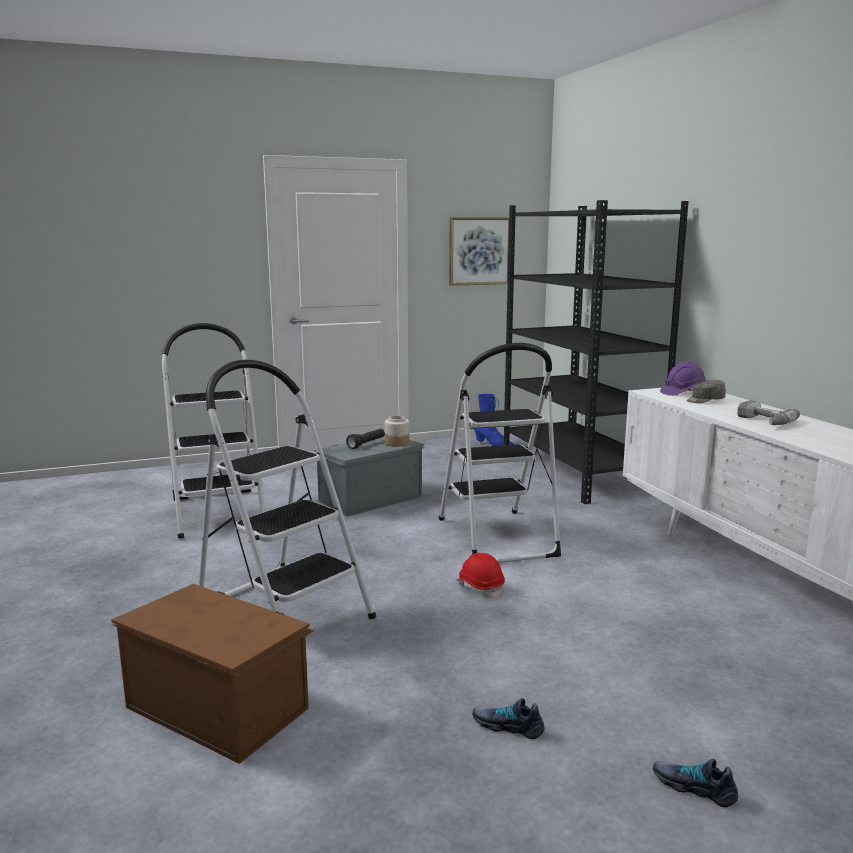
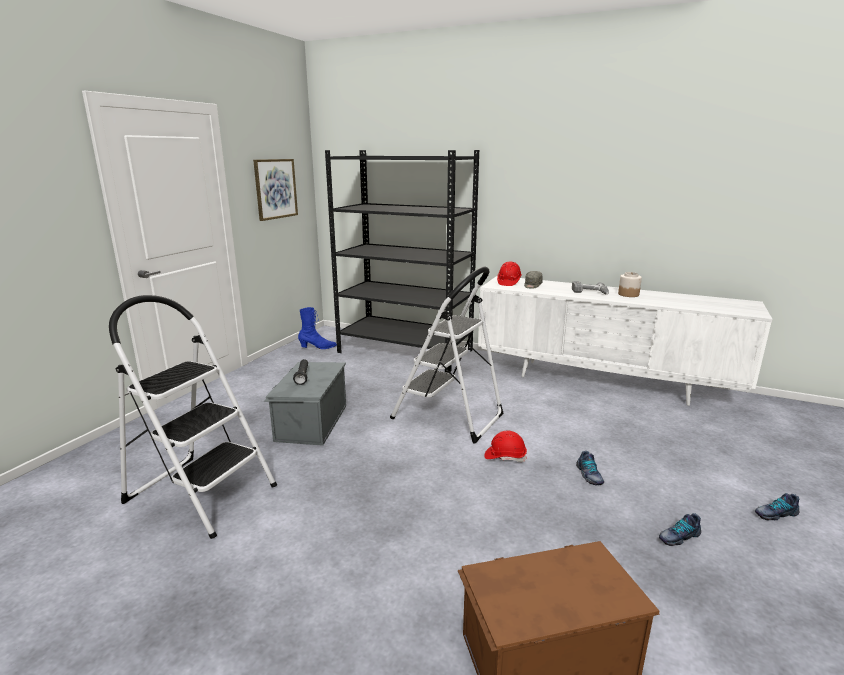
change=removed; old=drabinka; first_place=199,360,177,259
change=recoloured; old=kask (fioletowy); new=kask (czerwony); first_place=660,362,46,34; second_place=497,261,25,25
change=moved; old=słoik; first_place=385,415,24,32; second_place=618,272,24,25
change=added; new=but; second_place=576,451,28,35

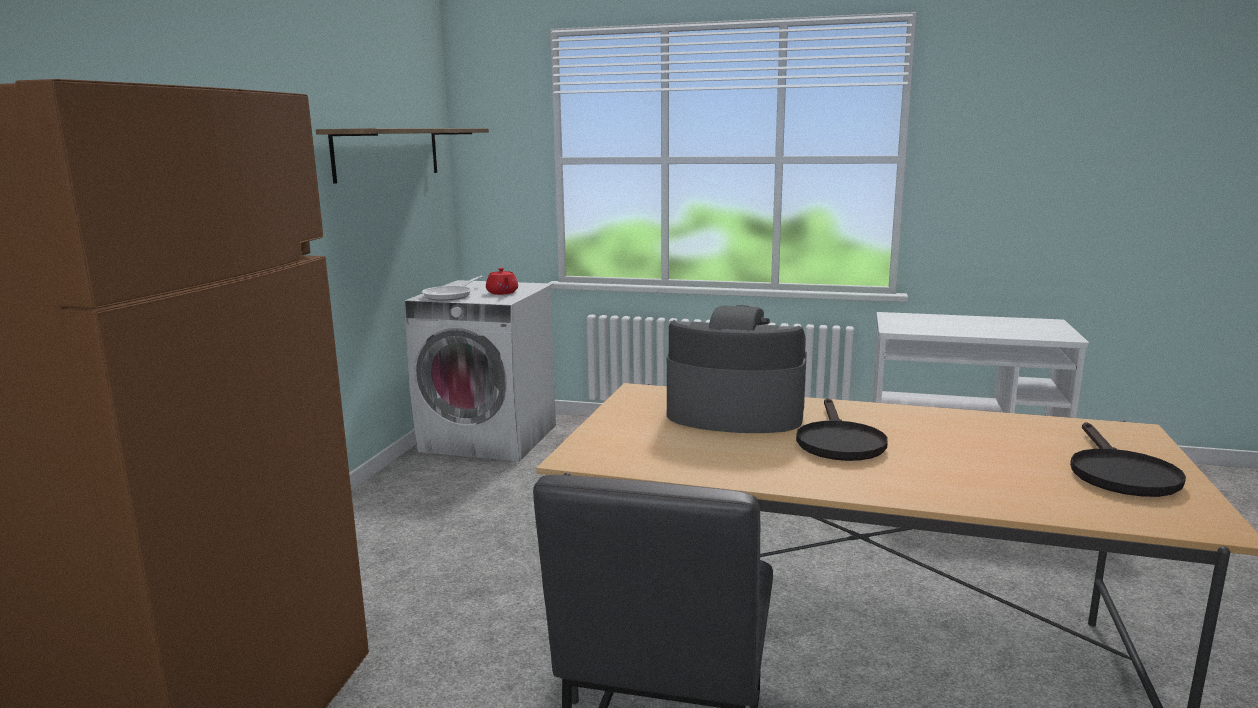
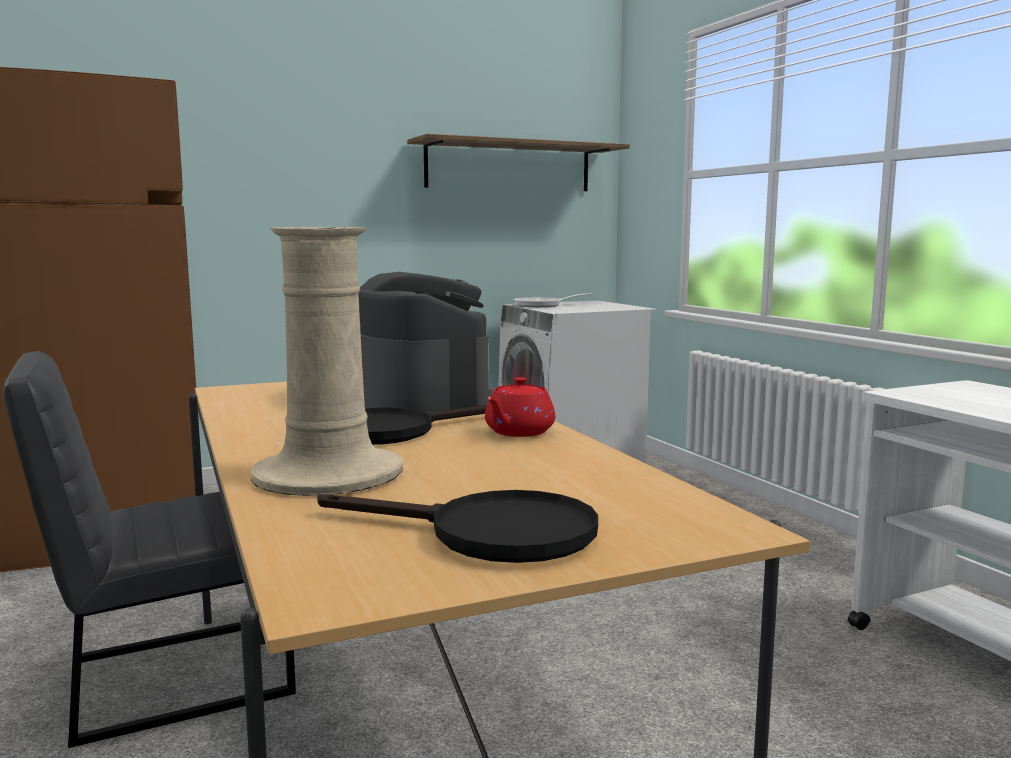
change=moved; old=imbryk (czerwony); first_place=486,268,32,27; second_place=485,377,70,60
change=turned; old=patelnia (czarny); first_place=1070,422,116,75; second_place=317,490,281,73; degrees=-135
change=added; new=wazon (beżowy); second_place=251,227,152,269

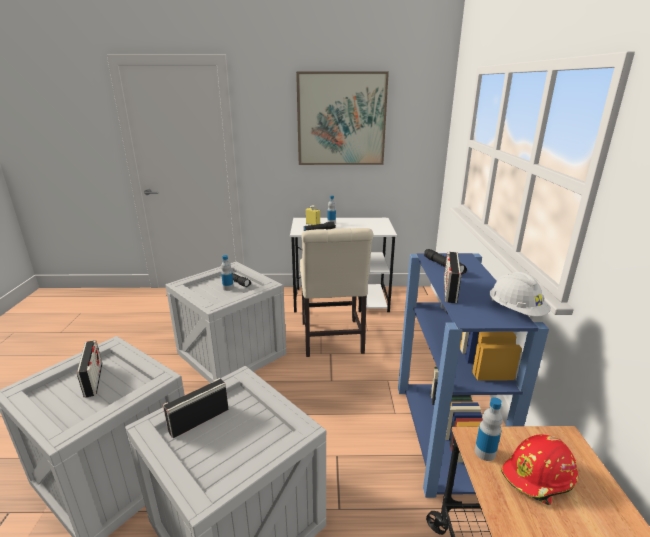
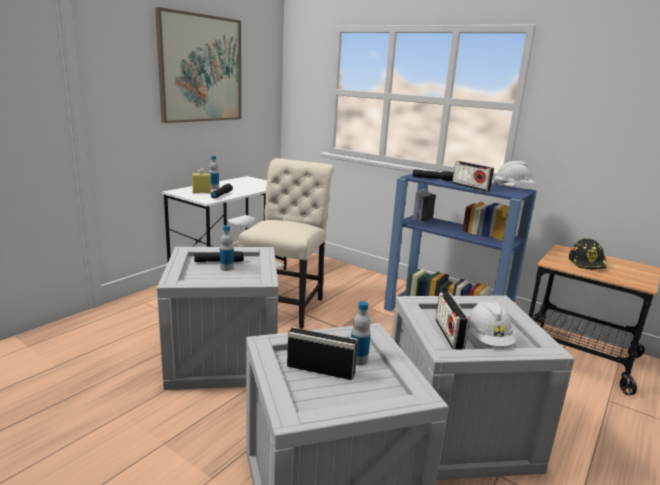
change=turned; old=krzesło (beżowy); first_place=300,228,73,129; second_place=239,158,95,171; degrees=-105
change=moved; old=butelka; first_place=475,397,28,64; second_place=351,301,20,64
change=recoloured; old=kask (czerwony); new=kask (czarny); first_place=501,434,77,71; second_place=569,238,38,31
change=added; new=kask (biały); second_place=467,302,48,45

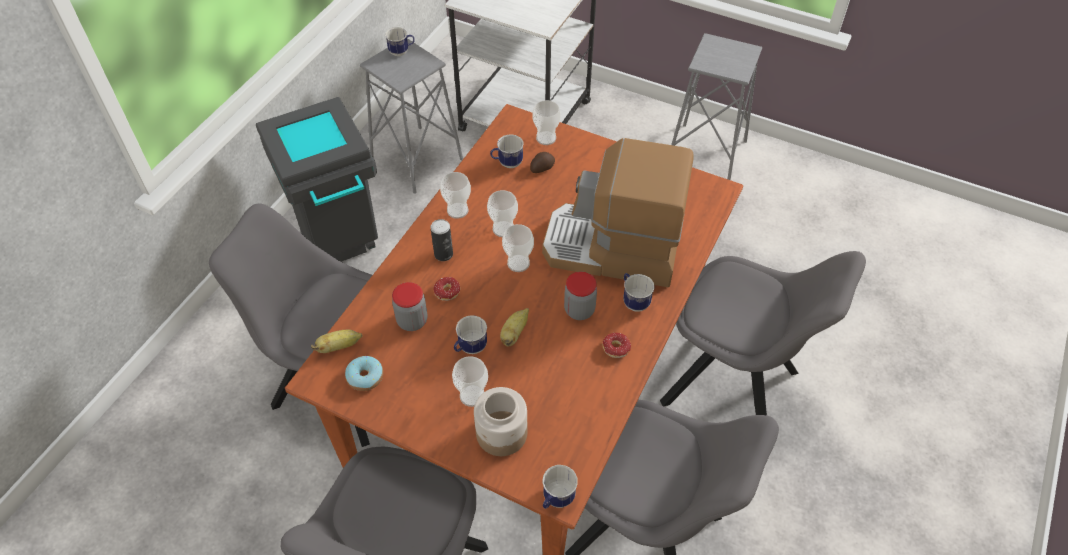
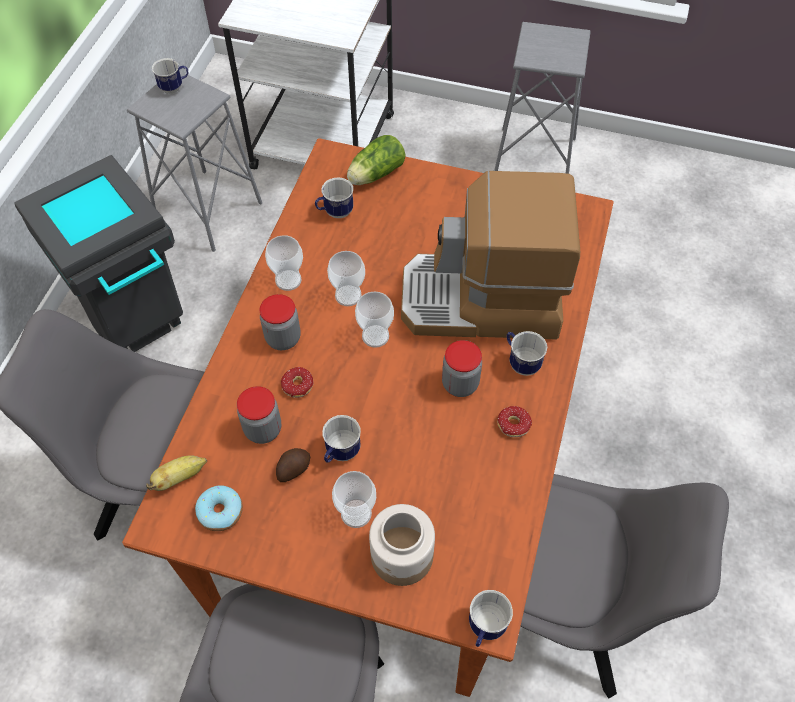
change=replaced; old=filiżanka; new=sałata; first_place=532,100,29,45; second_place=347,135,59,50
change=moved; old=ziemniak; first_place=530,152,25,21; second_place=276,448,34,34
change=replaced; old=puszka; new=słoik; first_place=431,219,22,42; second_place=260,294,41,56
change=removed; old=krzesło (szary); first_place=660,251,206,164
change=removed; old=banan; first_place=500,308,29,39

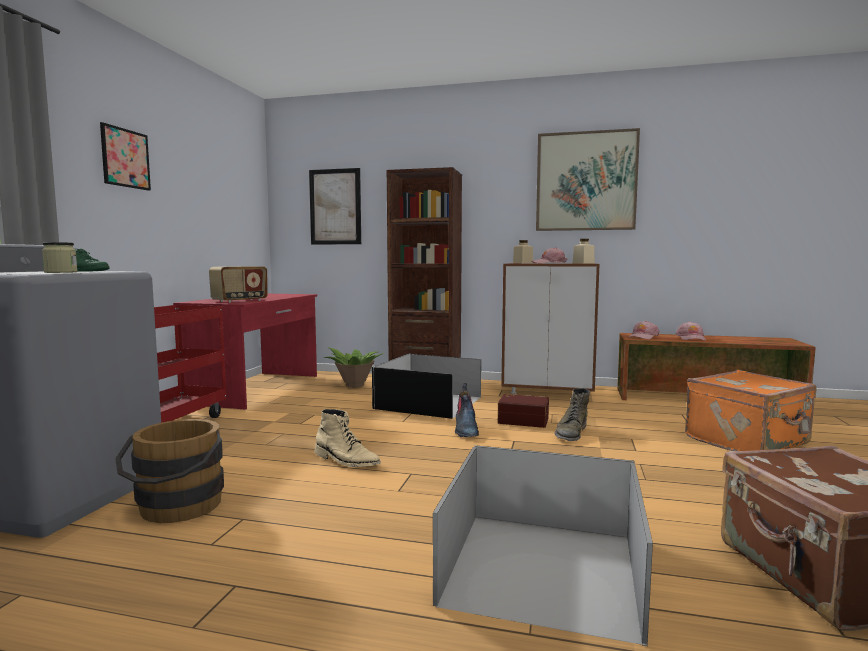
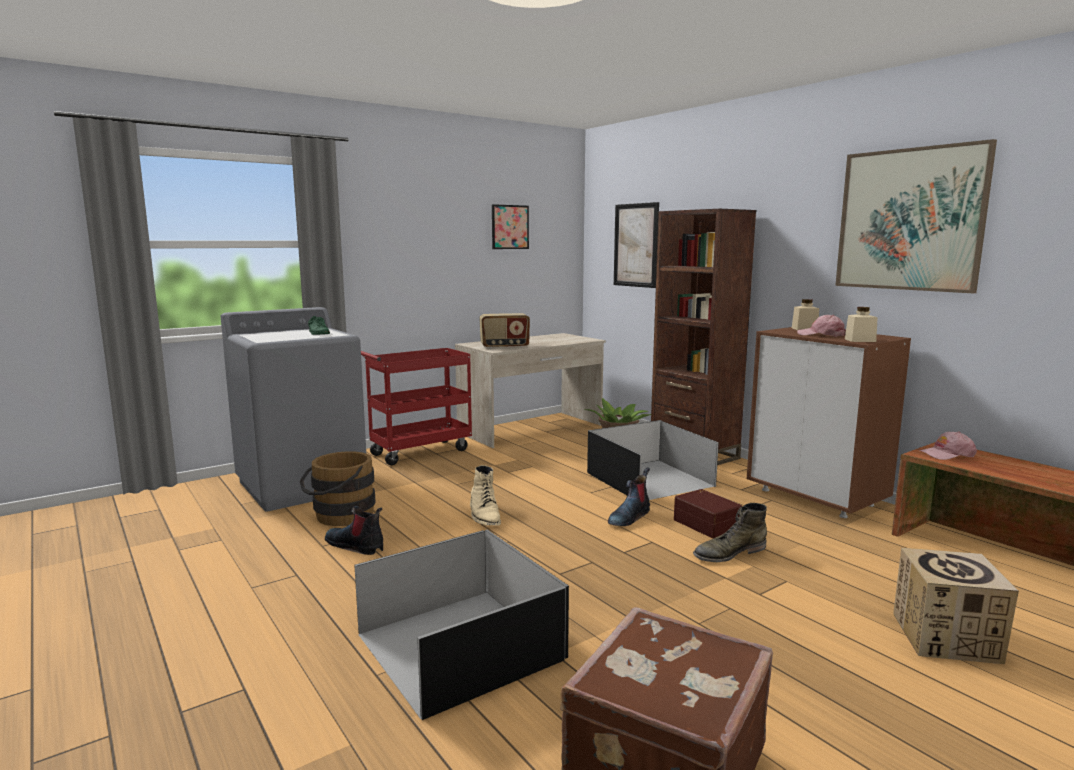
change=moved; old=obraz; first_place=100,122,51,69; second_place=492,204,37,45
change=removed; old=słoik; first_place=42,242,36,31
change=recoloured; old=biurko (czerwony); new=biurko (beżowy); first_place=173,294,144,116; second_place=455,333,151,115
change=removed; old=czapka z daszkiem (różowy); first_place=676,322,30,19
change=replaced; old=walizka (pomarańczowy); new=karton; first_place=685,370,131,81; second_place=893,548,126,116
change=added; new=but z cholewką; second_place=325,506,58,49

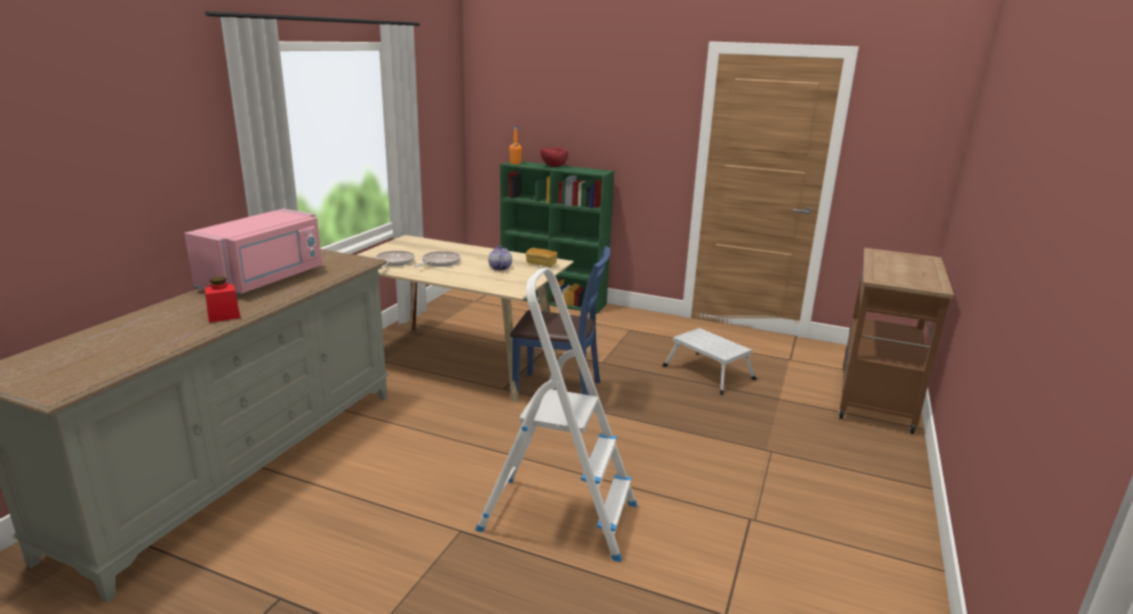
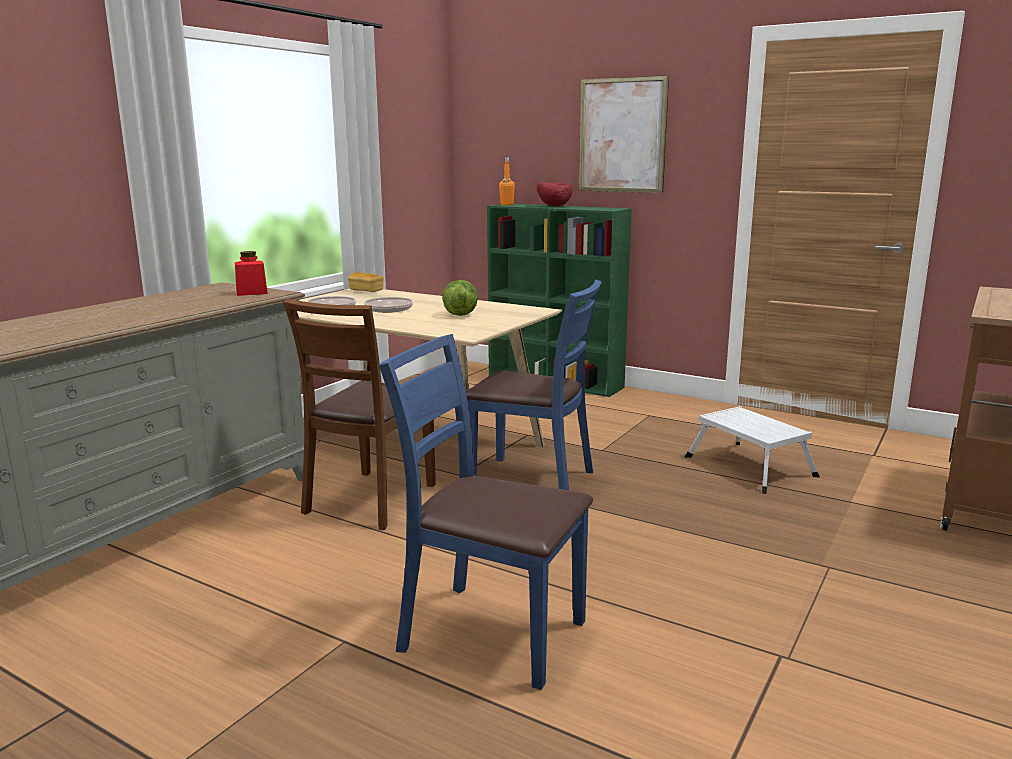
change=removed; old=mikrofalówka (różowy); first_place=184,208,138,86
change=replaced; old=imbryk; new=sałata; first_place=488,246,24,24; second_place=442,280,36,36
change=moved; old=chleb; first_place=526,248,32,19; second_place=348,272,36,20
change=replaced; old=drabinka (biały); new=krzesło (niebieski); first_place=475,267,162,295; second_place=379,334,214,356
change=moved; old=słoik (czerwony); first_place=205,277,35,46; second_place=235,251,33,45
change=added; new=obraz; second_place=579,75,90,118
change=added; new=krzesło (brązowy); second_place=283,299,153,231

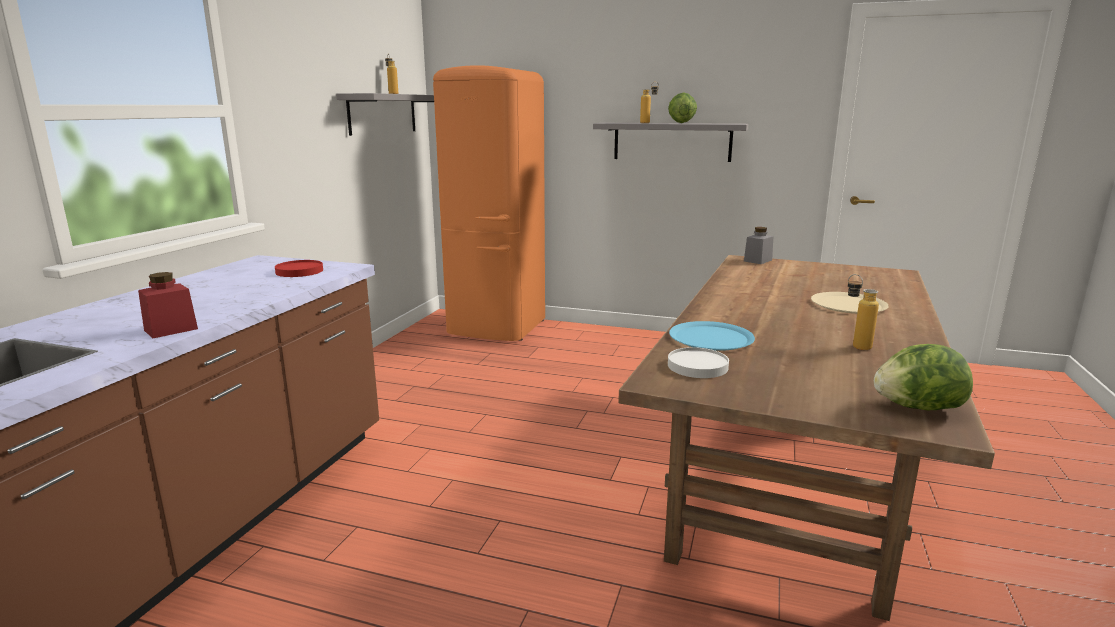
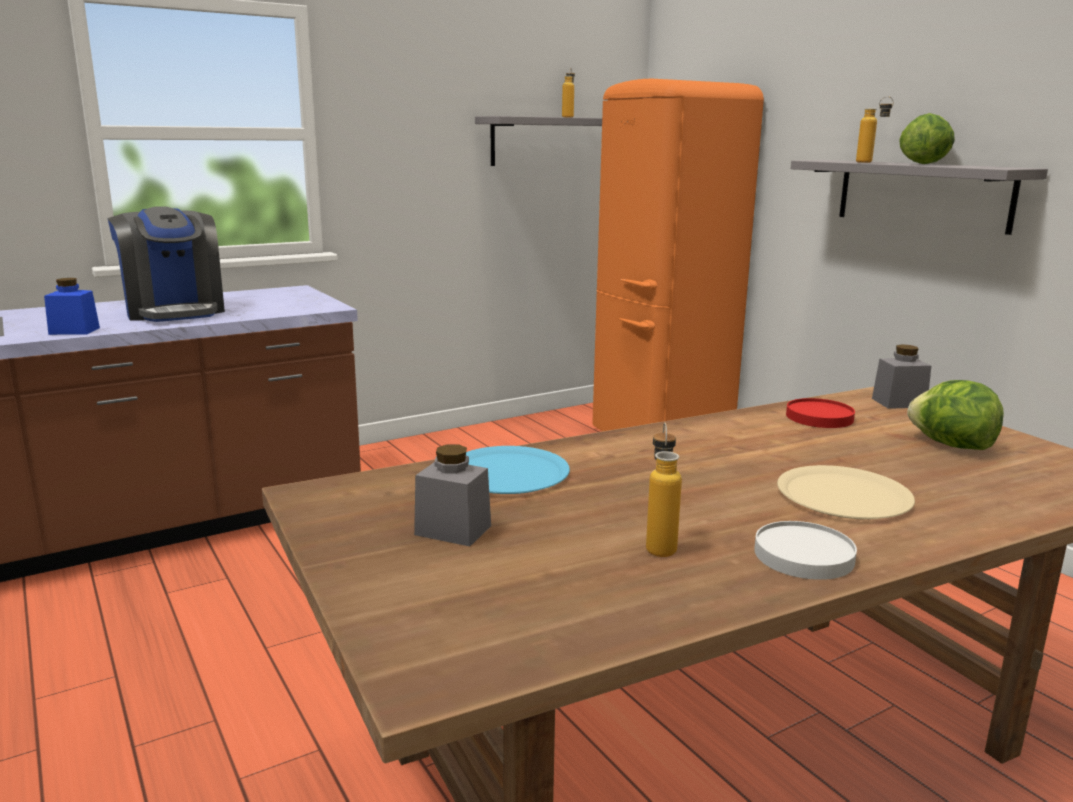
change=moved; old=talerz (czerwony); first_place=275,260,48,17; second_place=786,398,69,30
change=recoloured; old=słoik (czerwony); new=słoik (niebieski); first_place=138,272,60,66; second_place=44,278,56,57
change=moved; old=sałata; first_place=874,344,99,66; second_place=907,380,97,70
change=moved; old=talerz (biały); first_place=668,347,61,31; second_place=754,521,103,59
change=added; new=ekspres do kawy; second_place=108,206,117,116
change=added; new=słoik (szary); second_place=414,444,77,102

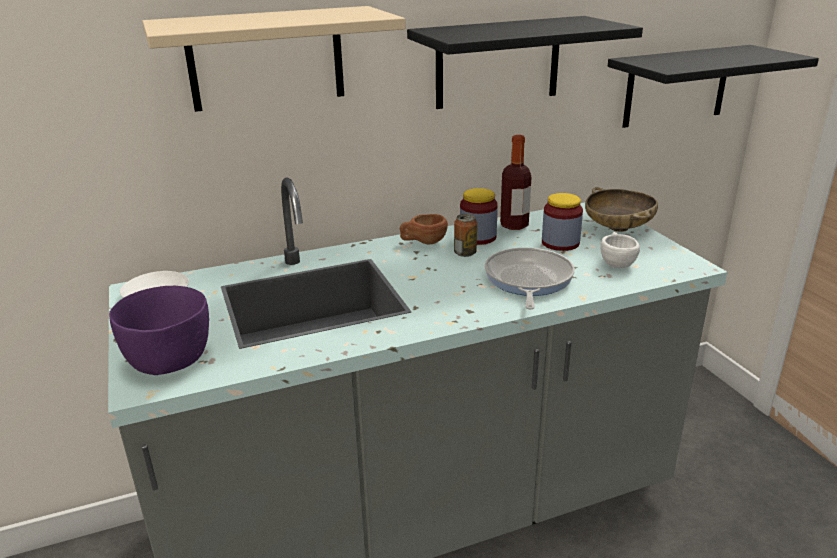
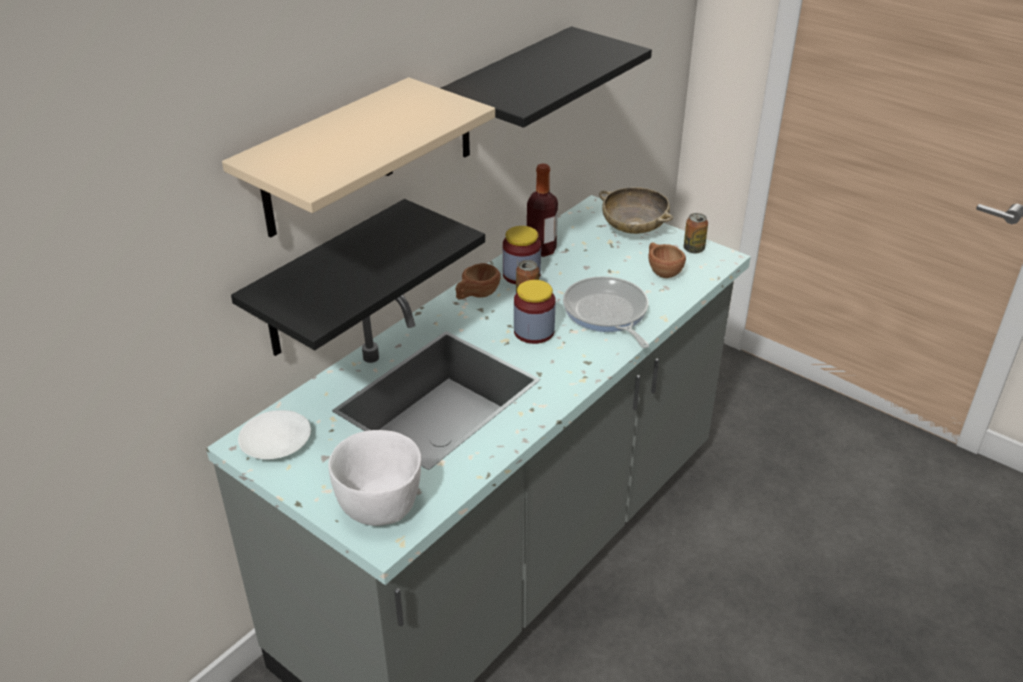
change=moved; old=półka (czarny); first_place=608,45,211,83; second_place=231,199,254,157
change=moved; old=słoik; first_place=542,193,41,58; second_place=514,280,42,64
change=recoloured; old=filiżanka (biały); new=filiżanka (brązowy); first_place=600,232,40,36; second_place=648,242,38,36
change=recoloured; old=miska (fioletowy); new=miska (biały); first_place=109,286,100,89; second_place=328,430,93,96
change=added; new=puszka; second_place=684,213,24,41

